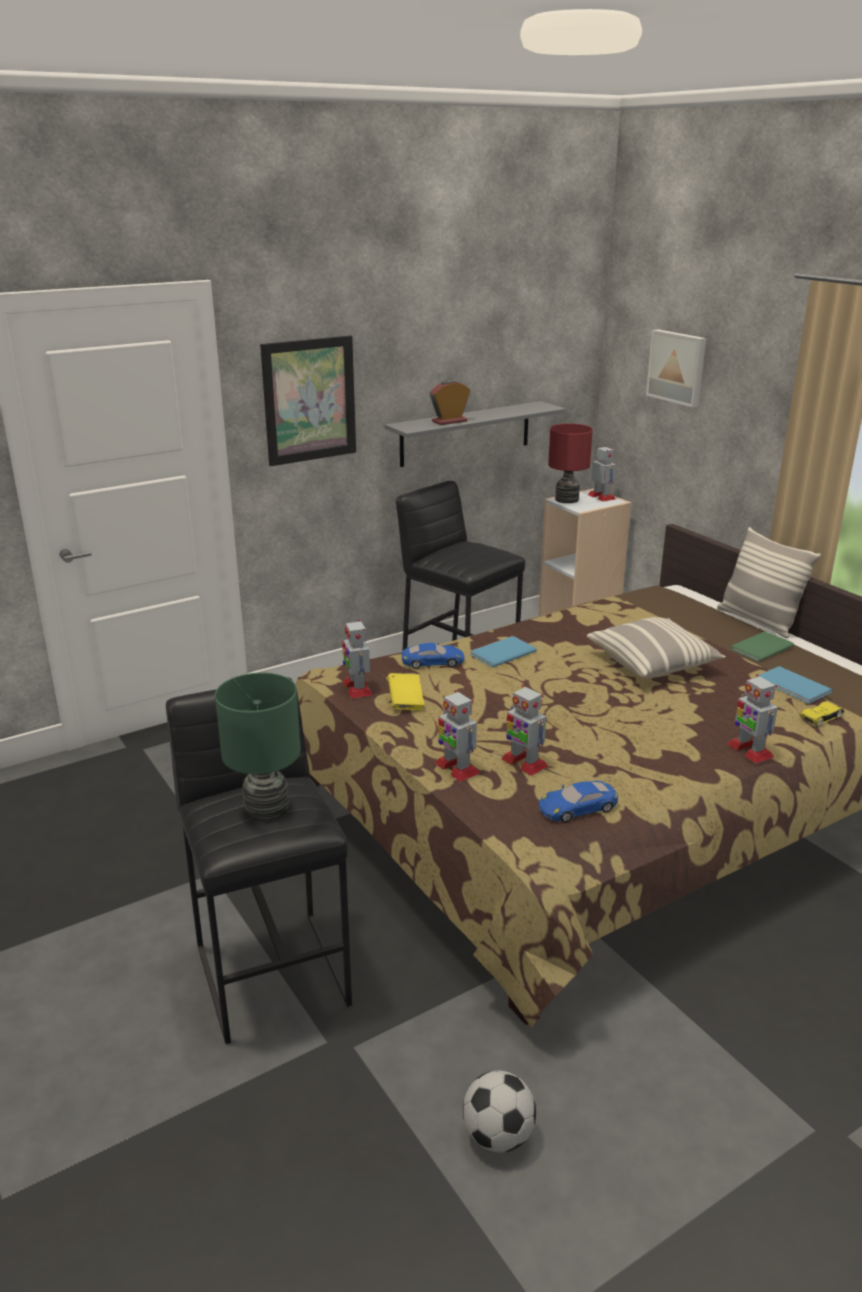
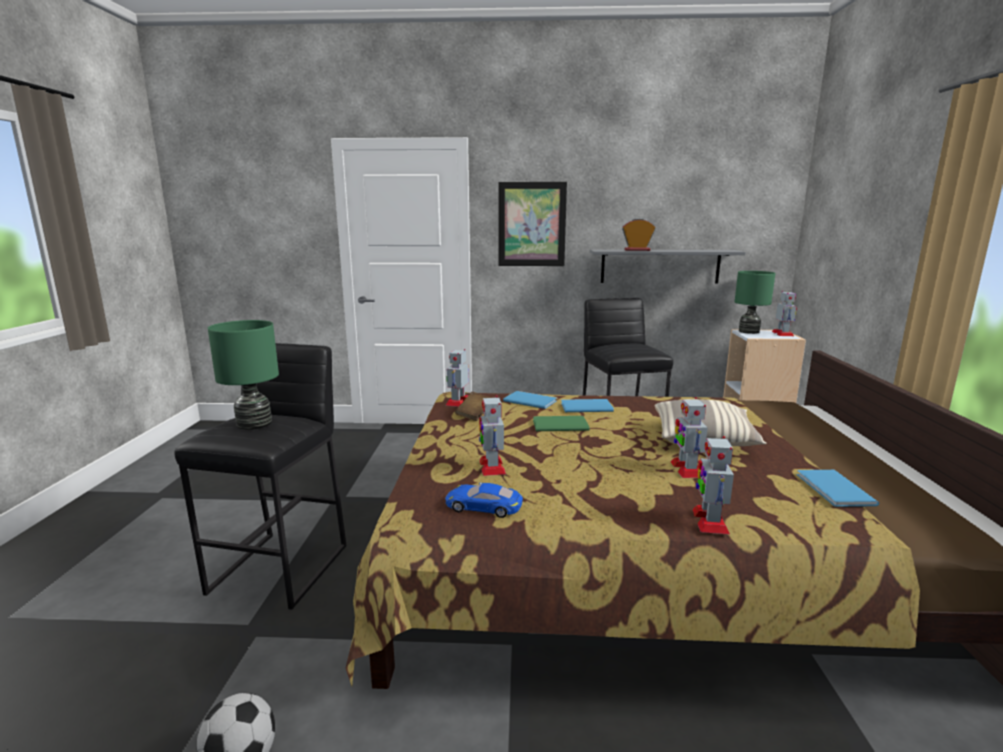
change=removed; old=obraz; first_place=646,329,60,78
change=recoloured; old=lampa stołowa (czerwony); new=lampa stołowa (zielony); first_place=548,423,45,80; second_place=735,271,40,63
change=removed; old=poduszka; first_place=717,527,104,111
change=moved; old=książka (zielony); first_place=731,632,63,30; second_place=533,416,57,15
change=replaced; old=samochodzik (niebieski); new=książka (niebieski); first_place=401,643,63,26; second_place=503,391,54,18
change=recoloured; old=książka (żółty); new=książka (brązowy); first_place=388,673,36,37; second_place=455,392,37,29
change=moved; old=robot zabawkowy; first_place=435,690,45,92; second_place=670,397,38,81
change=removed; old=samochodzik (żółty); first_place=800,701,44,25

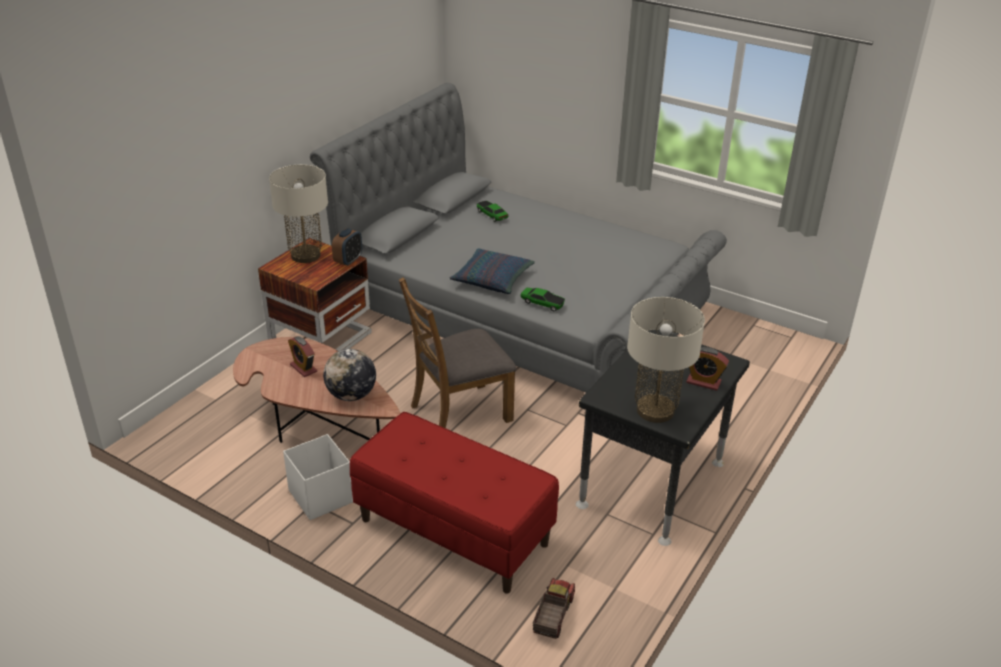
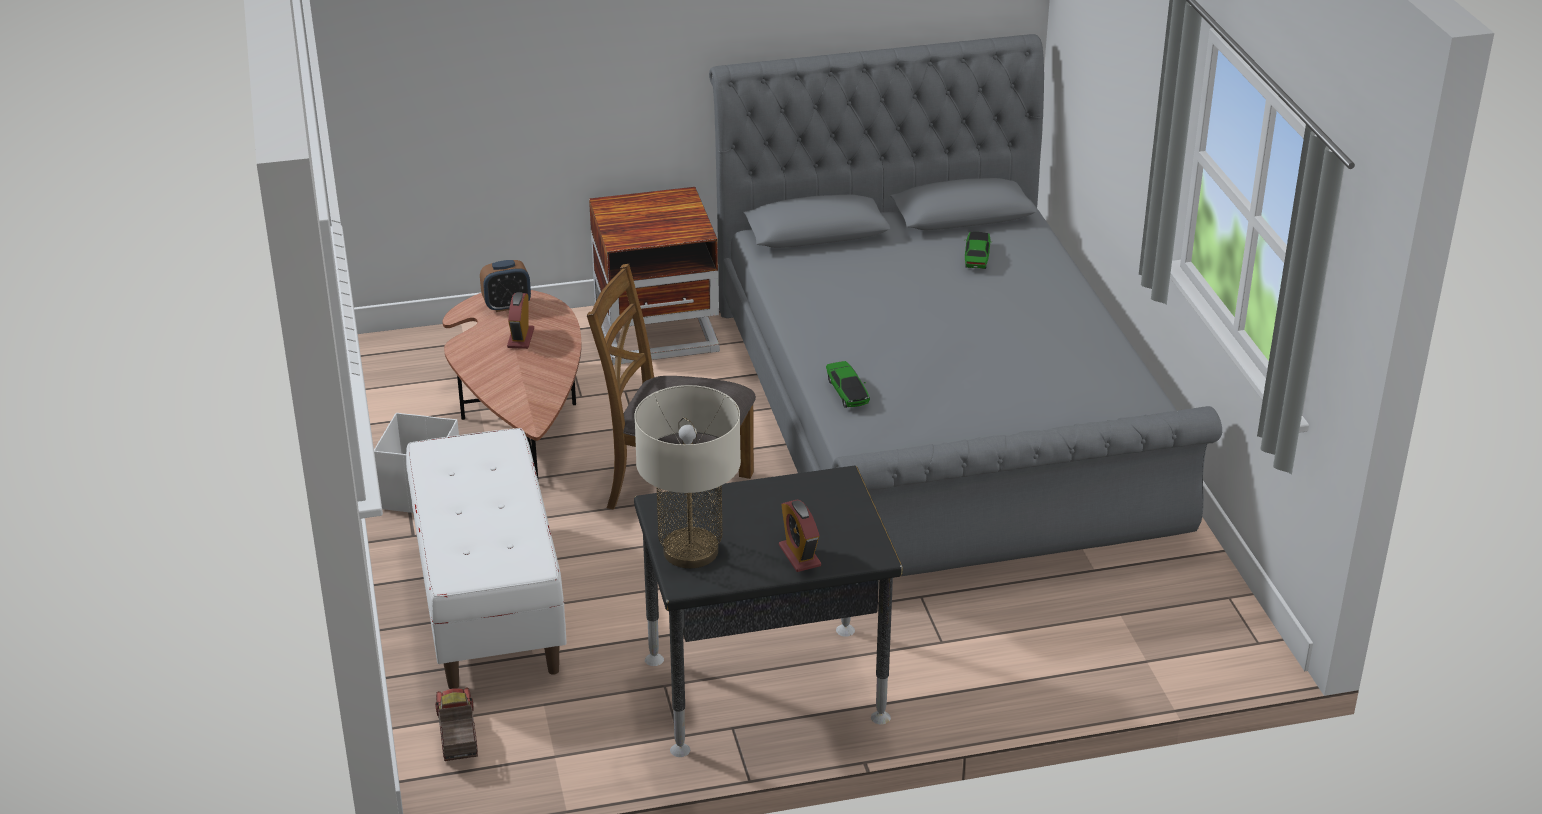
change=removed; old=lampa stołowa; first_place=269,164,59,99
change=moved; old=budzik; first_place=332,228,30,38; second_place=480,260,51,52
change=removed; old=poduszka (niebieski); first_place=450,248,85,46
change=removed; old=globus; first_place=323,349,53,52
change=recoloured; old=ławka (czerwony); new=ławka (biały); first_place=350,412,209,182; second_place=406,428,161,261
change=turned; old=ciężarówka zabawkowa; first_place=533,578,42,61; second_place=435,687,43,74; degrees=-75

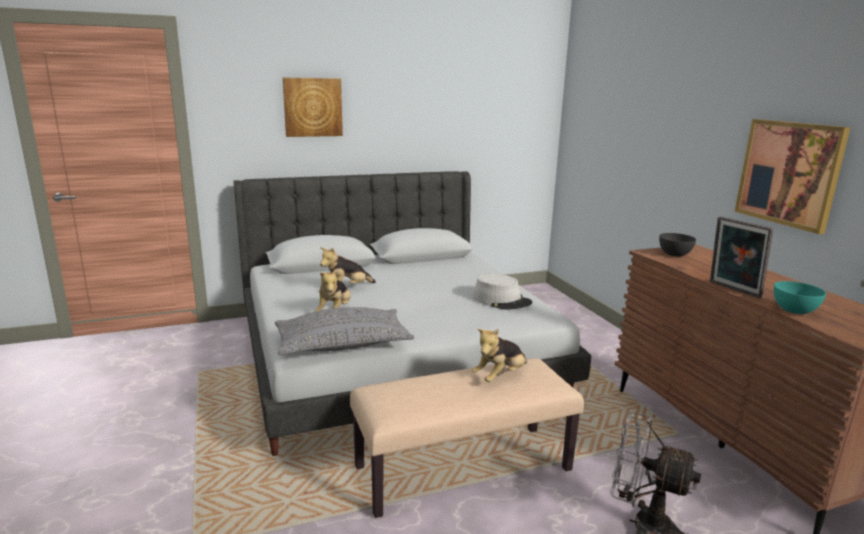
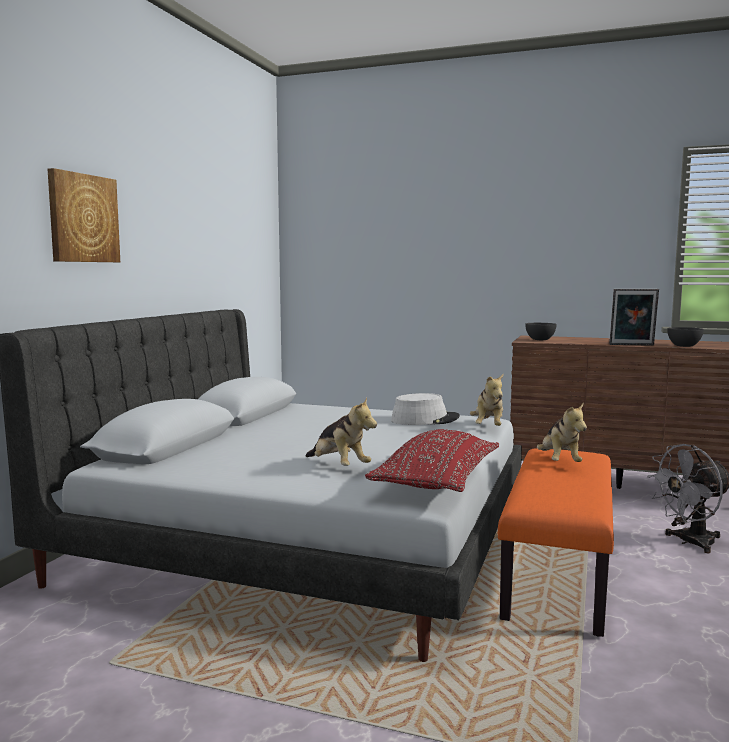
change=removed; old=obraz; first_place=735,119,115,115
change=moved; old=pluszak; first_place=320,247,56,36; second_place=470,373,34,53
change=recoloured; old=miska (turkusowy); new=miska (szary); first_place=774,281,52,33; second_place=667,327,37,20
change=recoloured; old=poduszka (szary); new=poduszka (czerwony); first_place=275,307,139,48; second_place=365,429,134,63
change=recoloured; old=ławka (beżowy); new=ławka (pomarańczowy); first_place=350,358,234,160; second_place=498,448,116,189

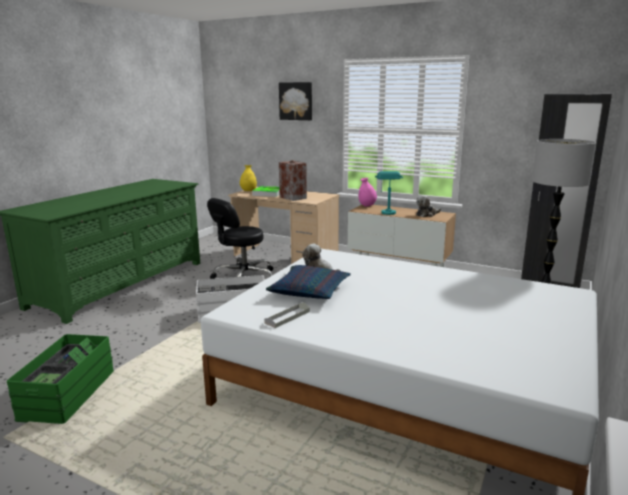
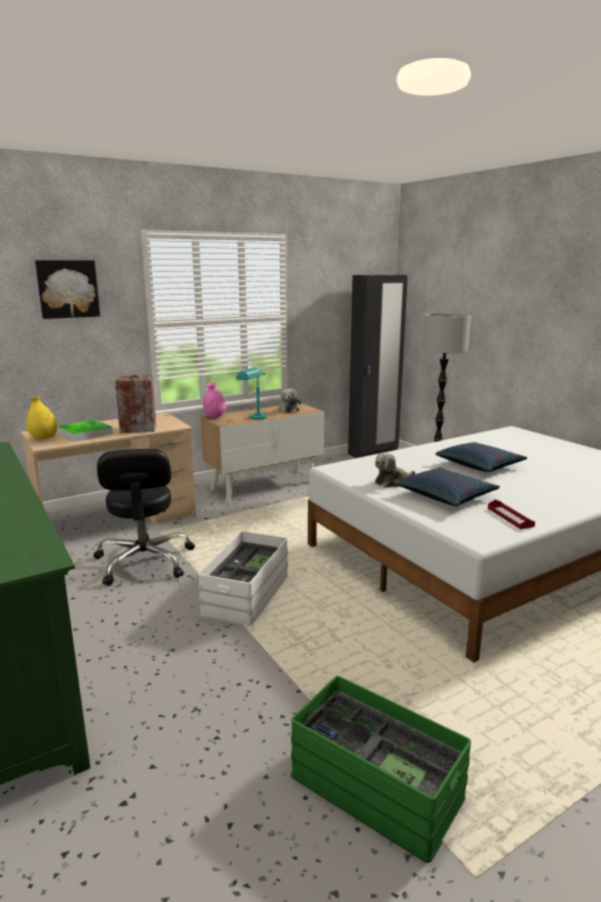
change=recoloured; old=taca (szary); new=taca (czerwony); first_place=264,302,46,26; second_place=488,499,47,30
change=added; new=poduszka (niebieski); second_place=435,442,93,30

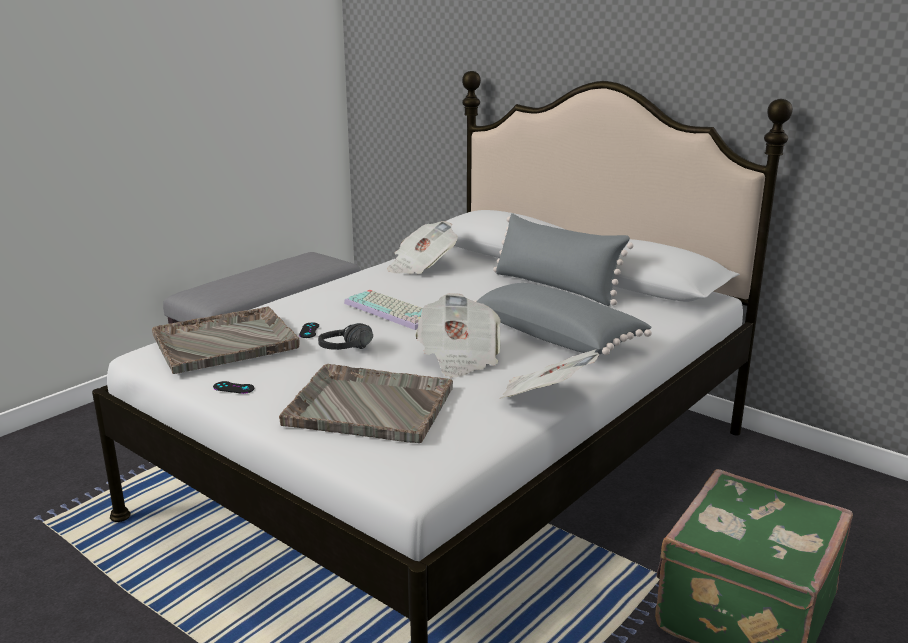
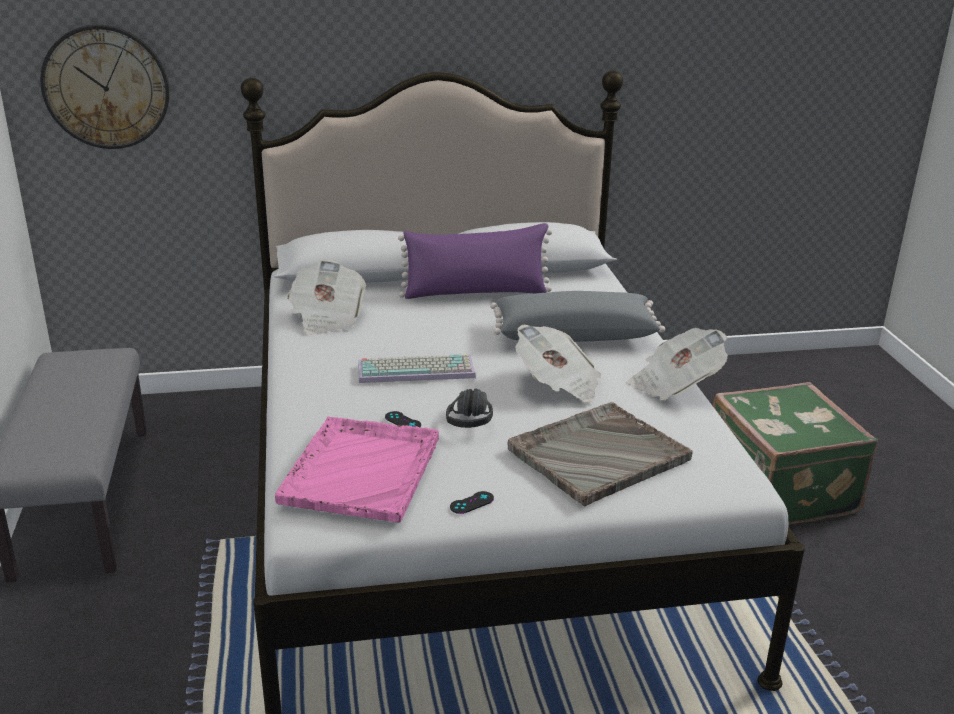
change=recoloured; old=poduszka (szary); new=poduszka (fioletowy); first_place=493,213,141,93; second_place=398,223,154,76
change=recoloured; old=taca (szary); new=taca (różowy); first_place=152,306,147,68; second_place=275,417,164,106
change=added; new=zegar ścienny; second_place=40,25,130,124

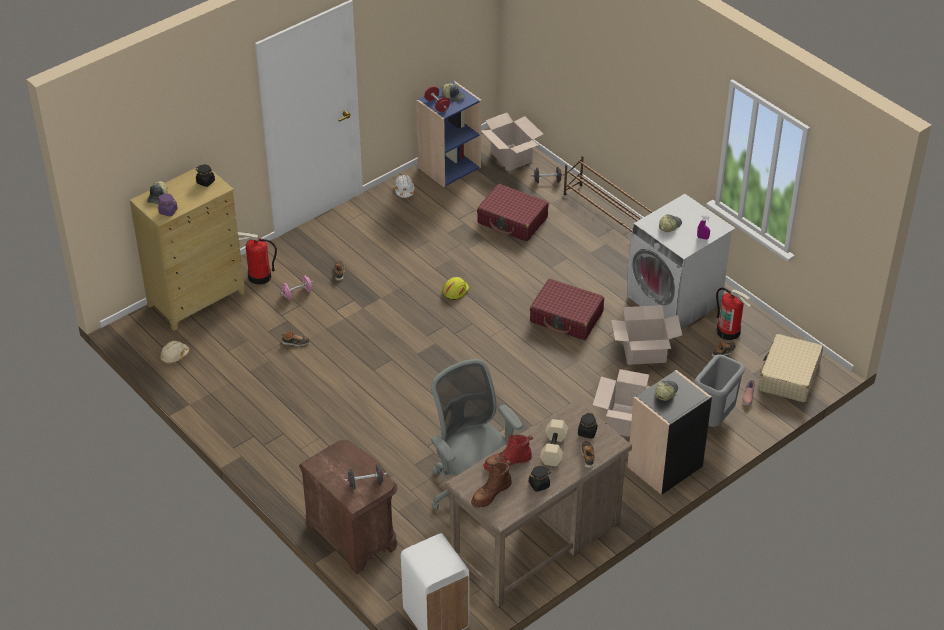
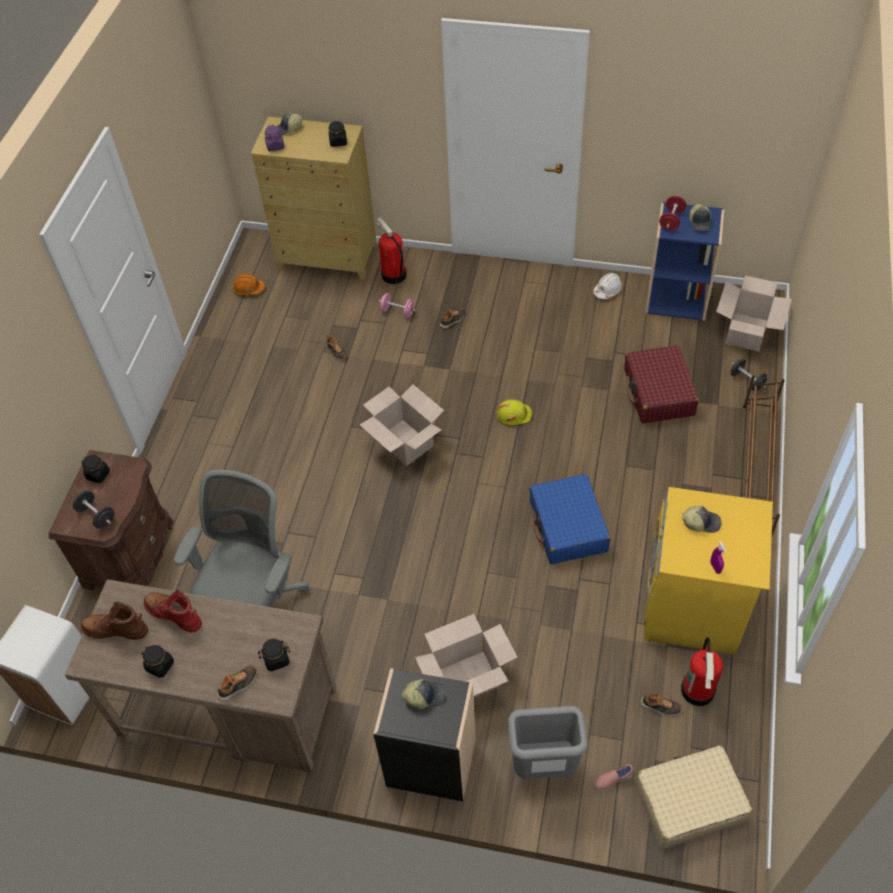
change=recoloured; old=pralka (biały); new=pralka (żółty); first_place=627,194,108,136; second_place=644,487,129,168
change=recoloured; old=walizka (czerwony); new=walizka (niebieski); first_place=530,279,74,61; second_place=529,474,81,90
change=moved; old=karton; first_place=611,305,71,60; second_place=360,384,84,82
change=recoloured; old=kask (beżowy); new=kask (pomarańczowy); first_place=160,341,29,23; second_place=233,273,32,22
change=removed; old=hantel (beżowy); first_place=540,419,28,48
change=added; new=słoik (czarny); second_place=82,455,28,28

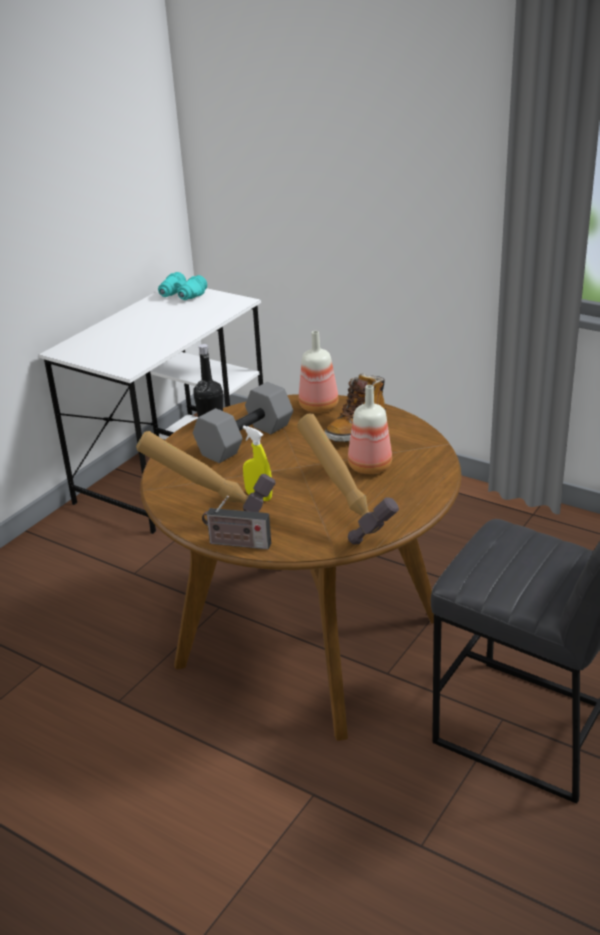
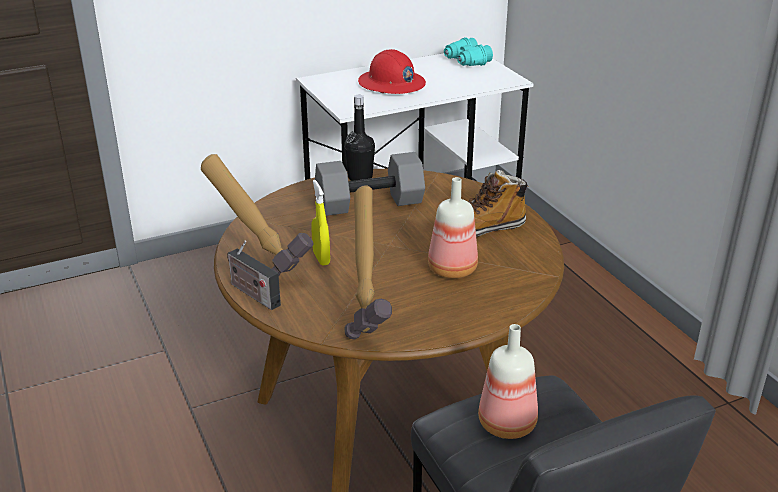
change=moved; old=butelka; first_place=299,331,40,82; second_place=478,324,60,115
change=added; new=kask (czerwony); second_place=358,49,68,45

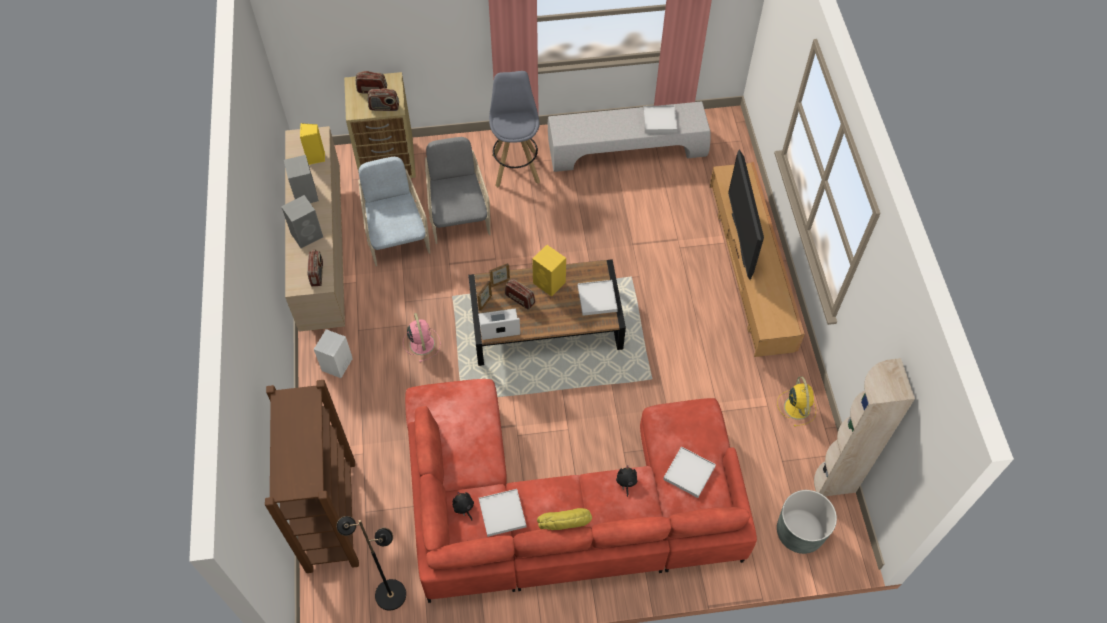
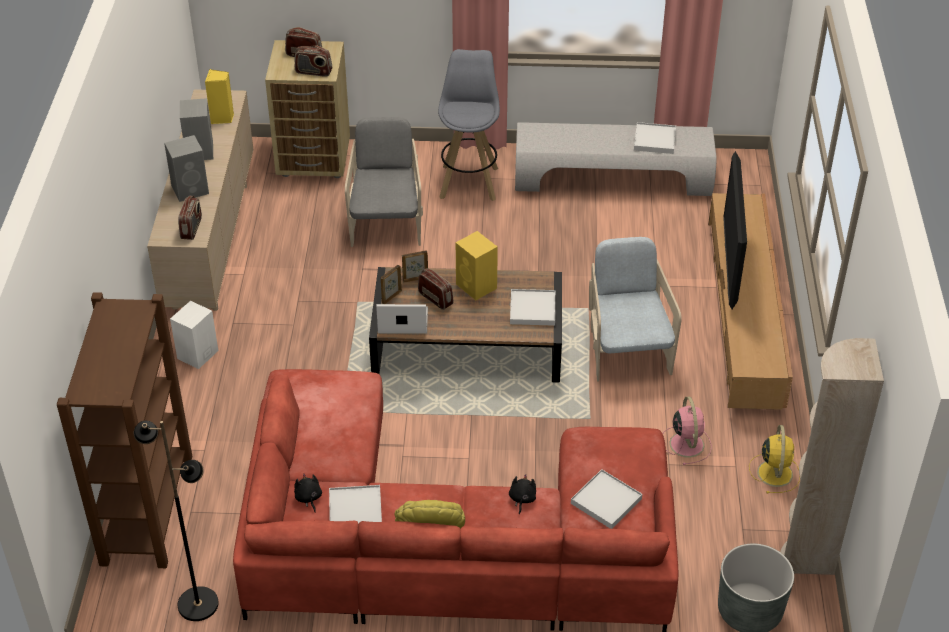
change=moved; old=fotel (beżowy); first_place=358,157,72,109; second_place=589,237,93,145
change=moved; old=wentylator (różowy); first_place=403,313,38,49; second_place=663,397,49,68

